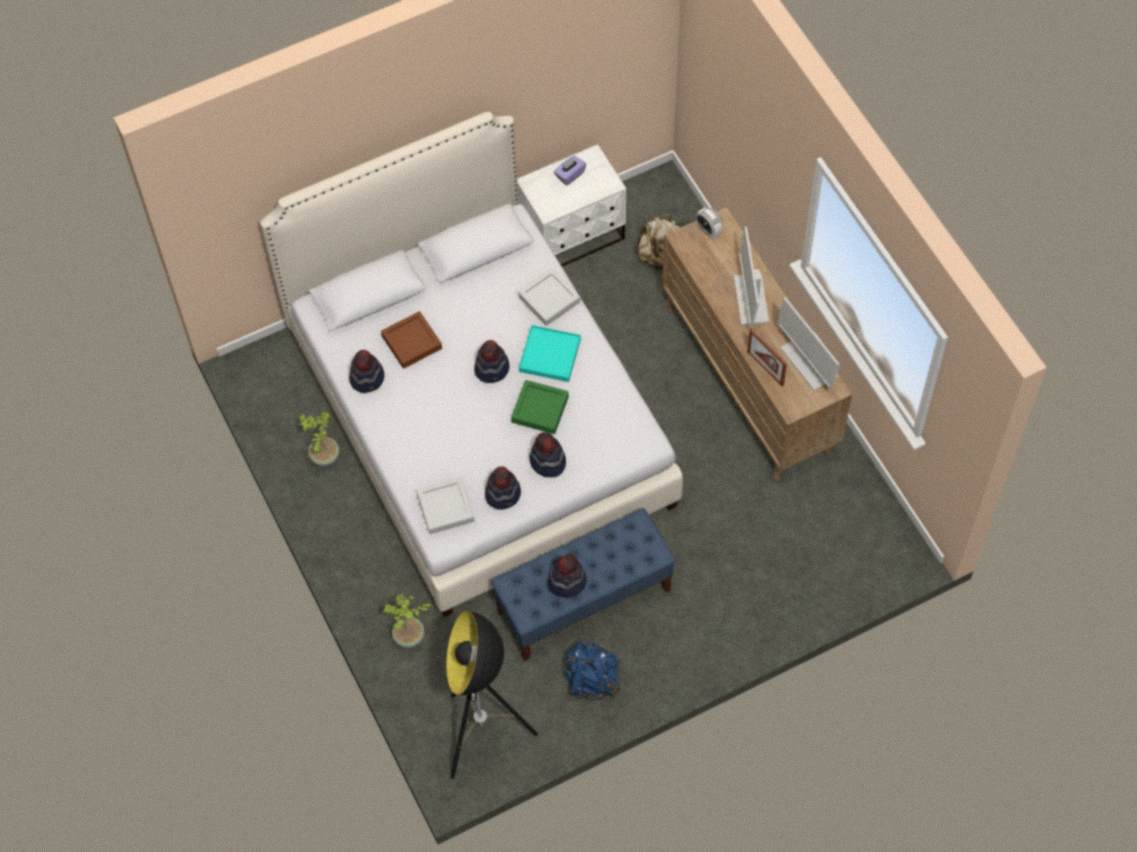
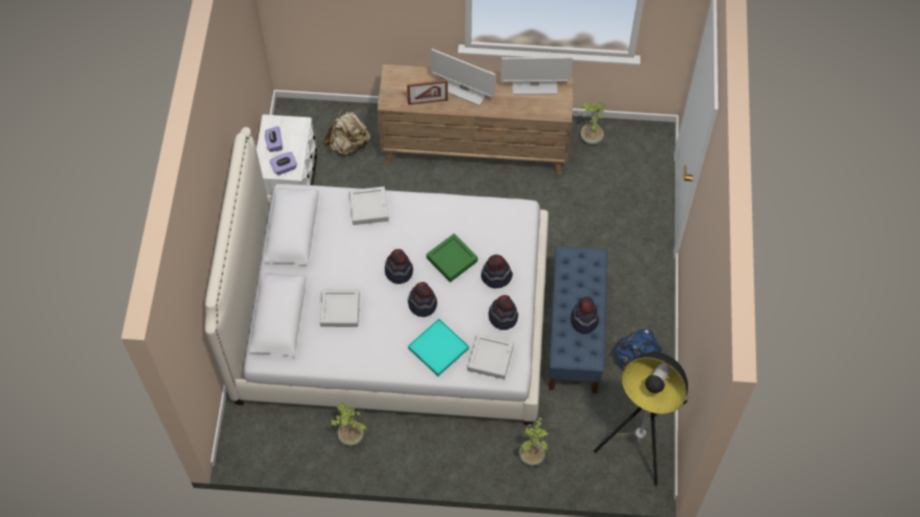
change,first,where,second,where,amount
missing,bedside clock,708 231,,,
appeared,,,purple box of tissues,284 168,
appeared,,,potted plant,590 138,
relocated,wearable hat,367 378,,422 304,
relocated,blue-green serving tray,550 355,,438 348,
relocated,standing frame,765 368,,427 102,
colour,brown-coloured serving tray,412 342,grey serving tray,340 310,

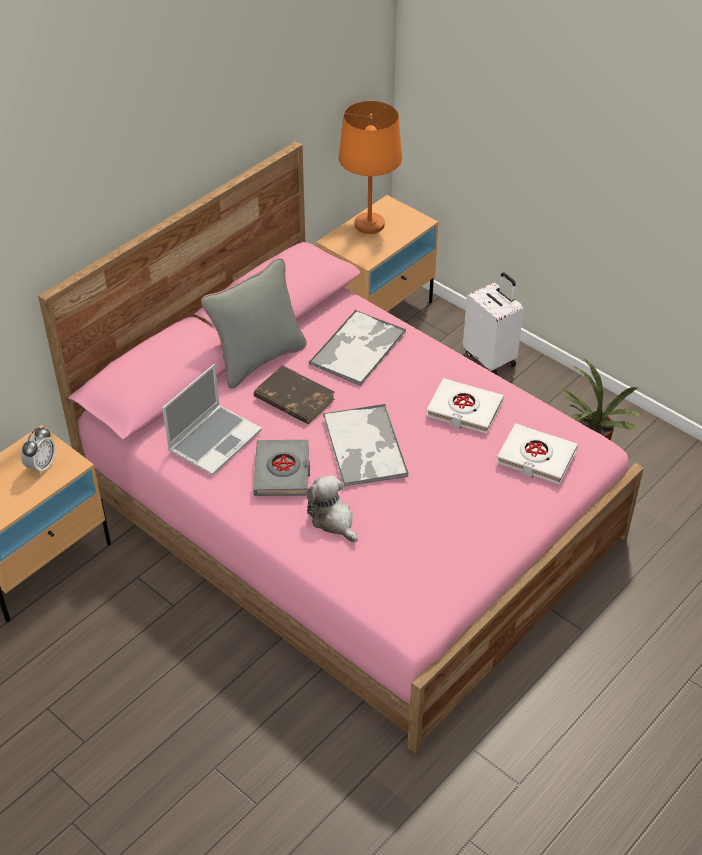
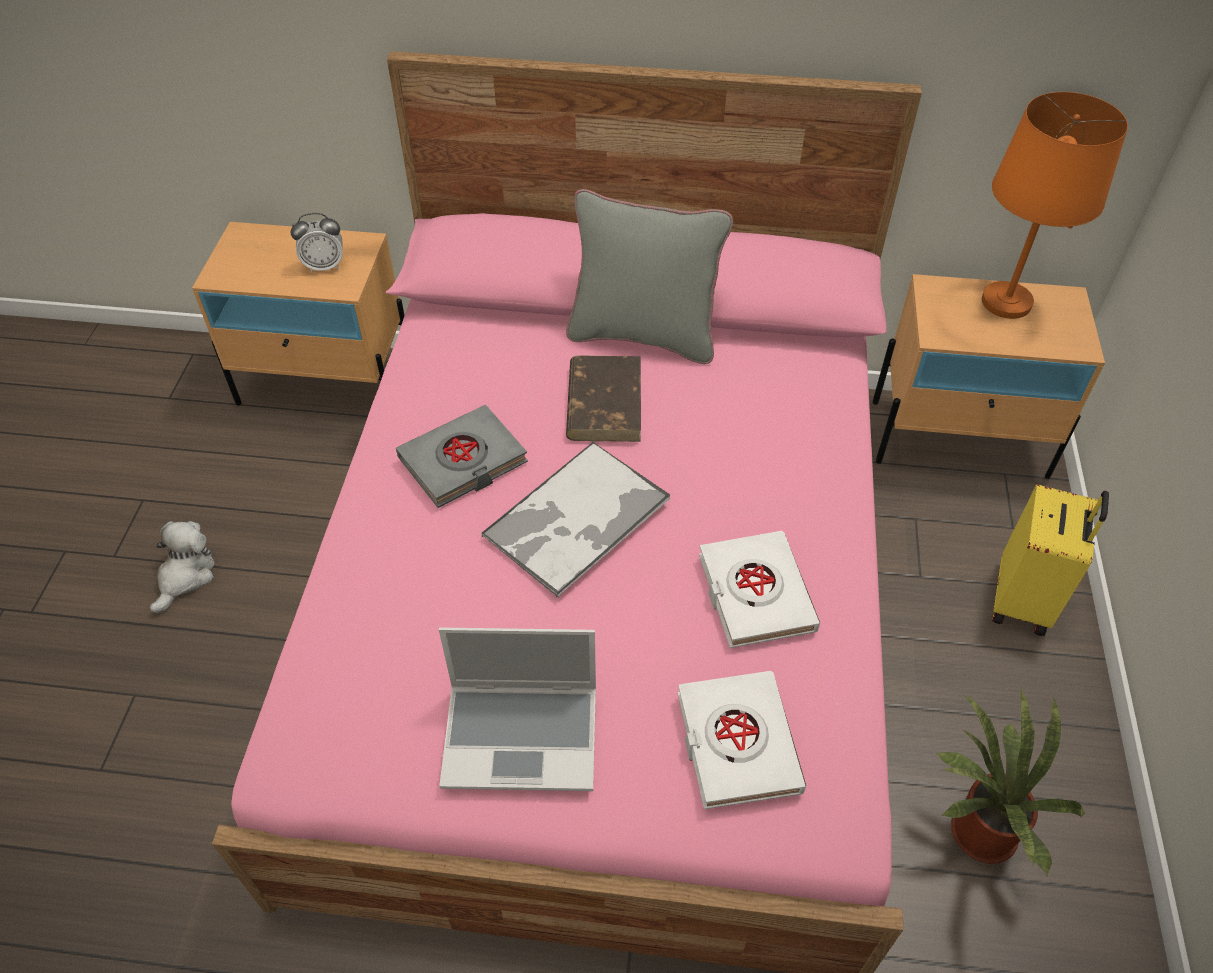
change,first,where,second,where,amount
missing,serving tray,358 348,,,
relocated,notebook computer,214 440,,523 735,
relocated,plush toy,333 520,,185 576,
colour,whitish piece of luggage,490 358,yellow-coloured piece of luggage,1023 600,

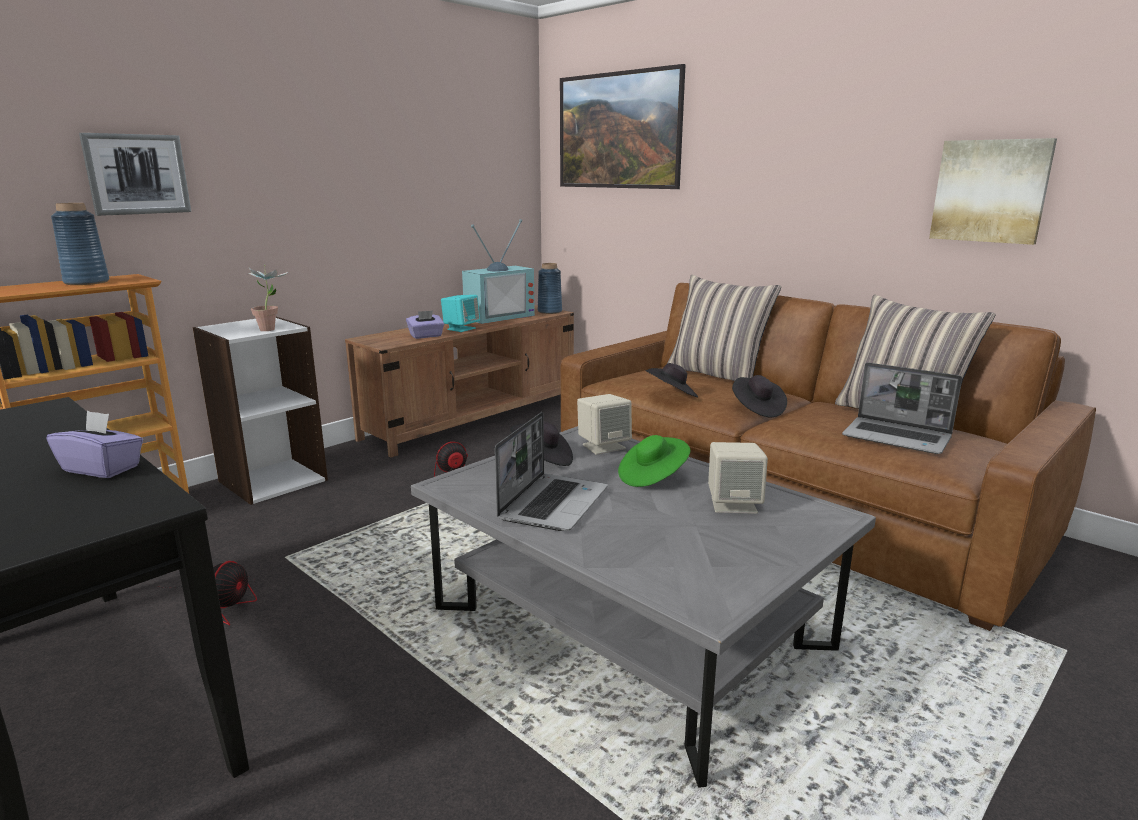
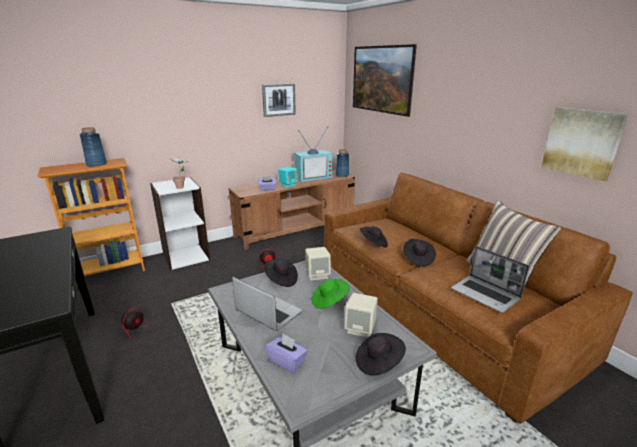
change,first,where,second,where,amount
missing,throw pillow,717 375,,,
appeared,,,black wearable hat,378 362,
relocated,purple box of tissues,102 468,,287 361,
relocated,wall art,137 174,,278 100,
spun,notebook computer,553 503,,267 312,90 degrees counterclockwise

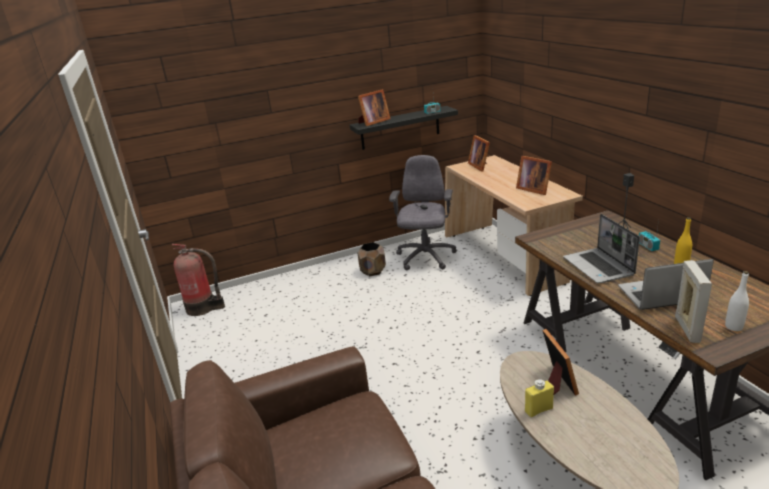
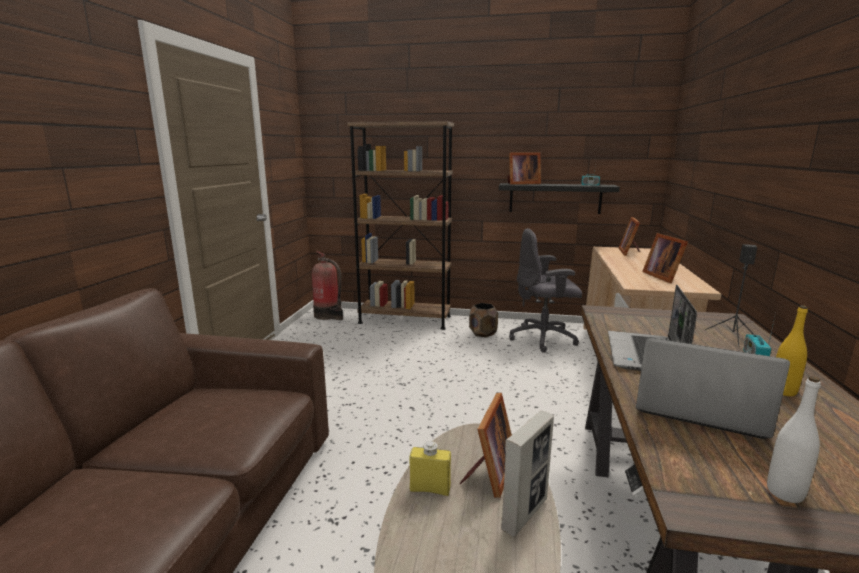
change,first,where,second,where,amount
appeared,,,brown-coloured bookshelf,405 319,
relocated,standing frame,687 329,,524 514,
spun,grey desk chair,425 258,,544 338,135 degrees counterclockwise

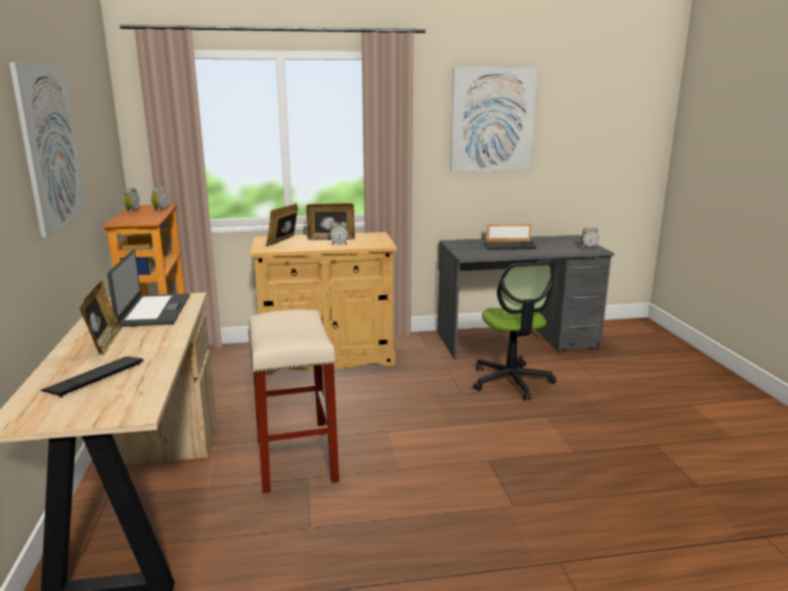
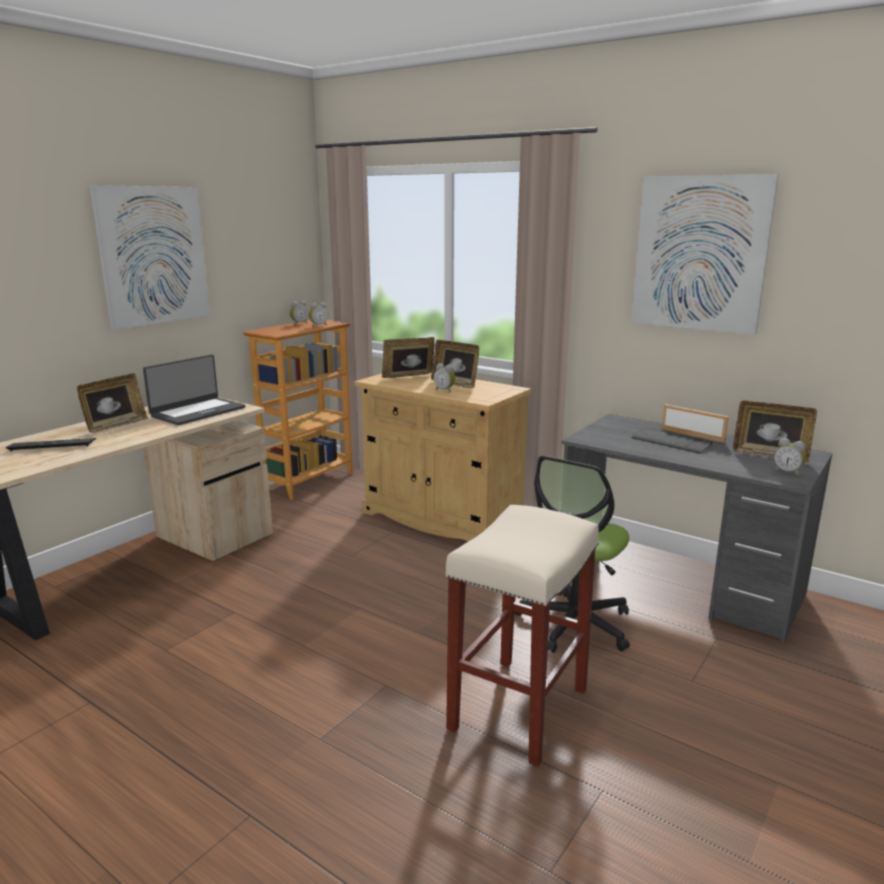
change,first,where,second,where,amount
appeared,,,standing frame,770 455,
relocated,beige stool,297 460,,519 710,

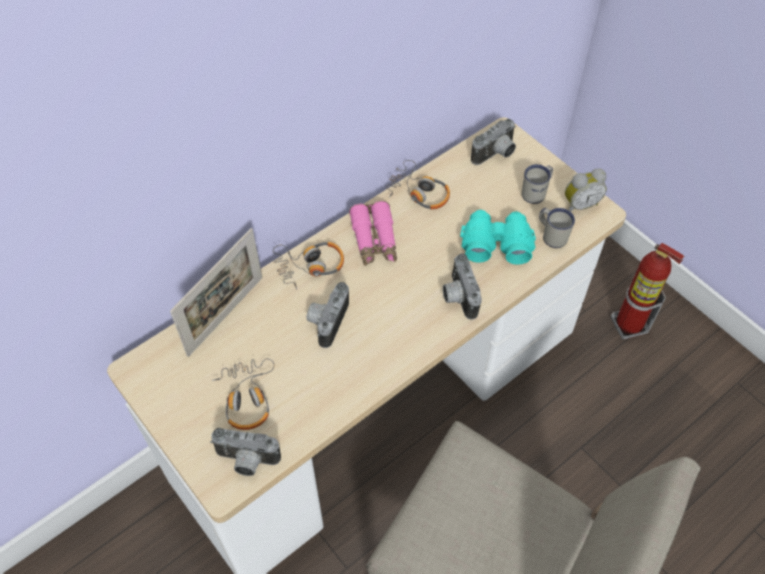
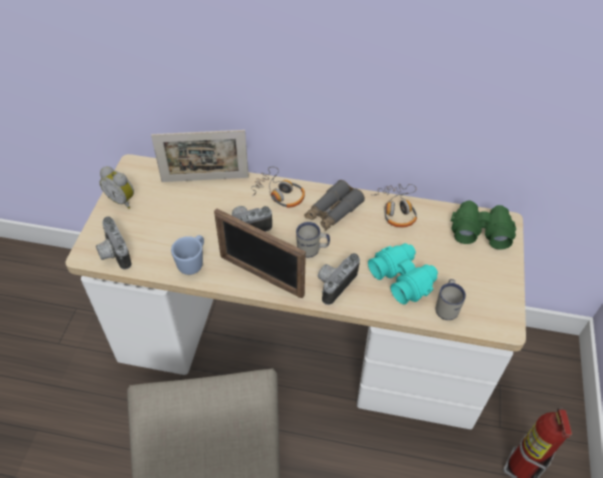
change,first,where,second,where,amount
missing,pair of headphones,247 398,,,
appeared,,,blue-coloured mug,193 262,
appeared,,,standing frame,261 276,
relocated,whitish mug,536 192,,312 250,
relocated,bedside clock,579 204,,122 200,
exchanged,still camera,496 155,greenish binoculars,480 230,
colour,pinkish binoculars,374 240,grey binoculars,333 211,

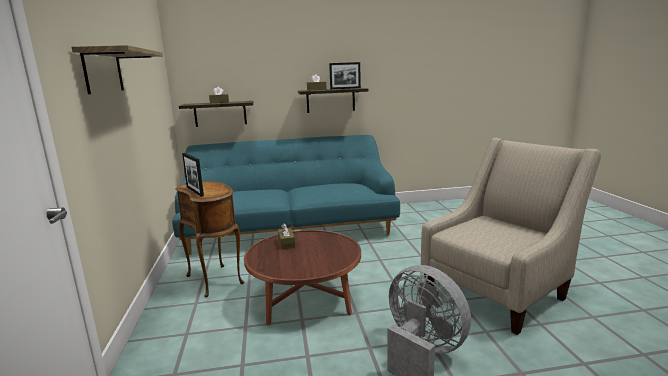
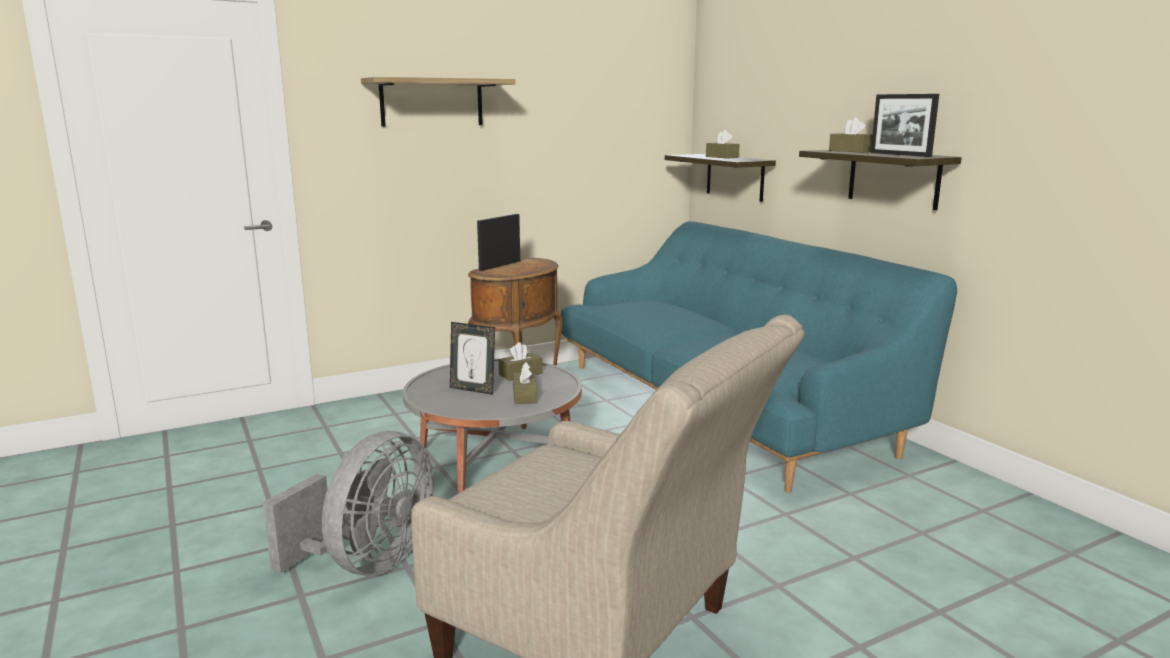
change,first,where,second,where,amount
appeared,,,standing frame,473 389,
appeared,,,brown-coloured box of tissues,525 396,
colour,brown-coloured low table,305 298,grey low table,495 458,

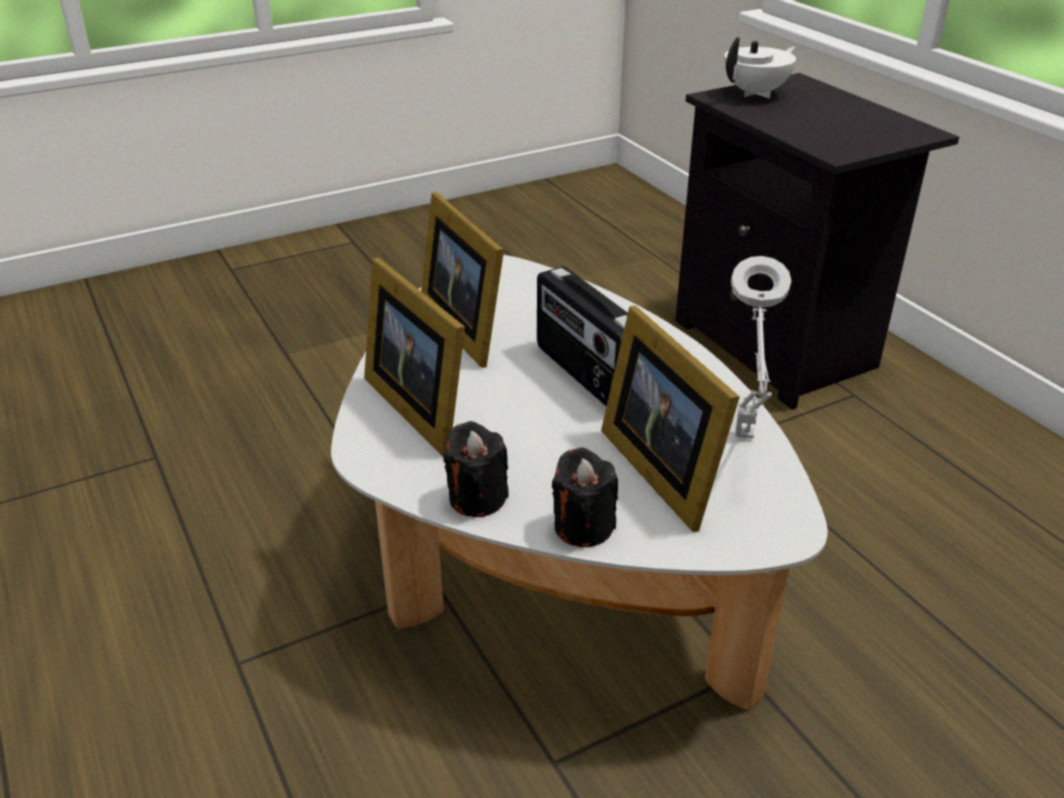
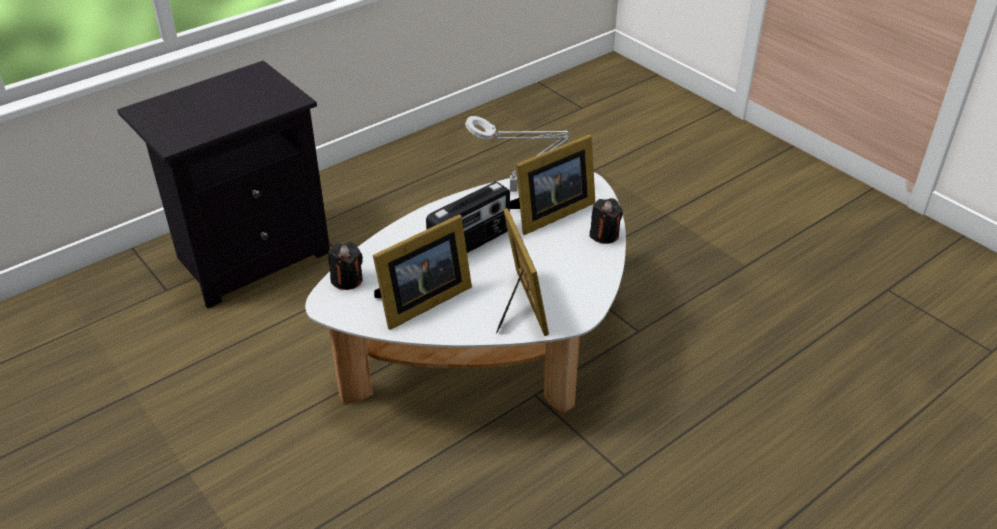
change,first,where,second,where,amount
missing,whitish teapot,756 93,,,
relocated,black wax candle,477 498,,347 280,
spun,standing frame,420 406,,520 306,60 degrees counterclockwise

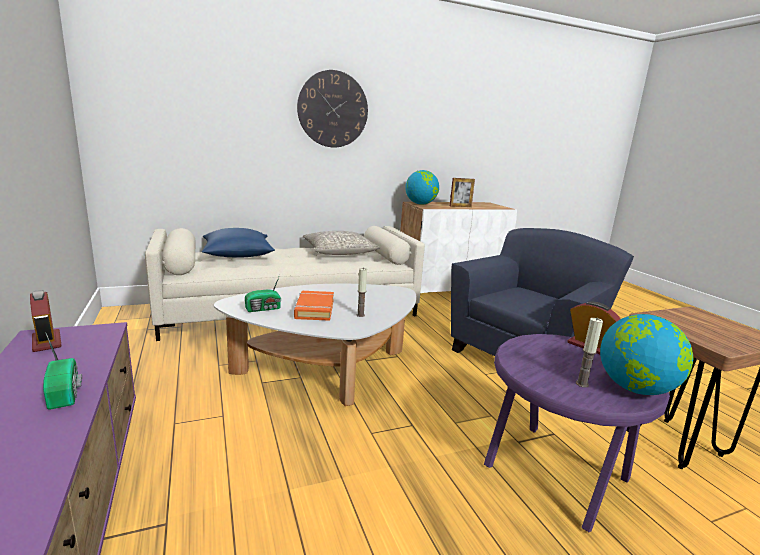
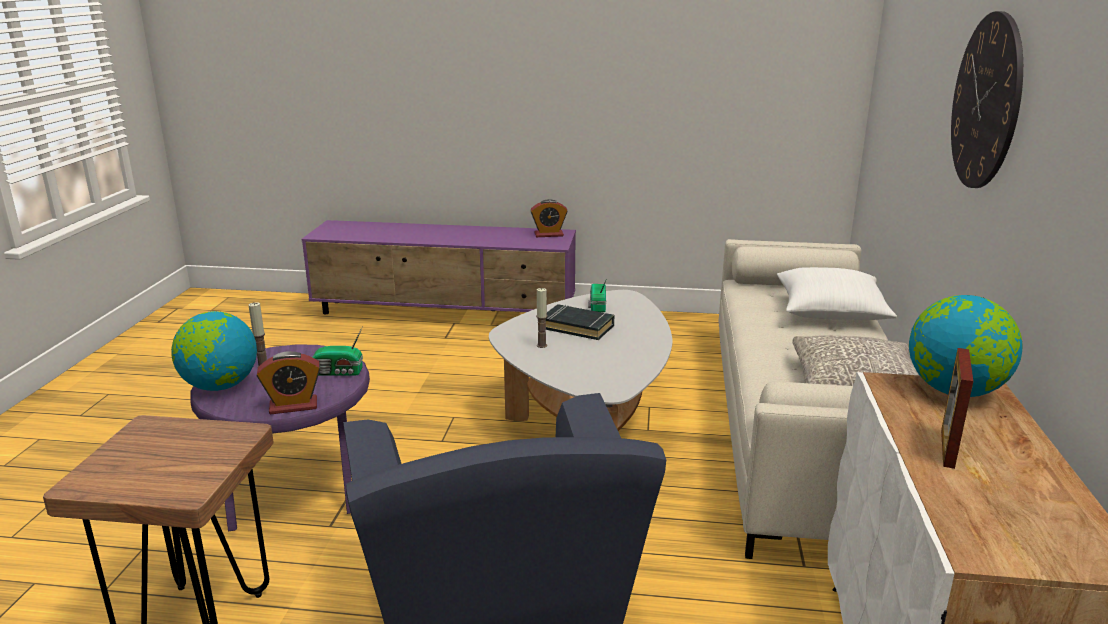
change,first,where,second,where,amount
relocated,radio,66 392,,339 372,
colour,blue-coloured throw pillow,237 255,whitish throw pillow,830 312,
colour,orange bound book,314 309,black bound book,577 327,

